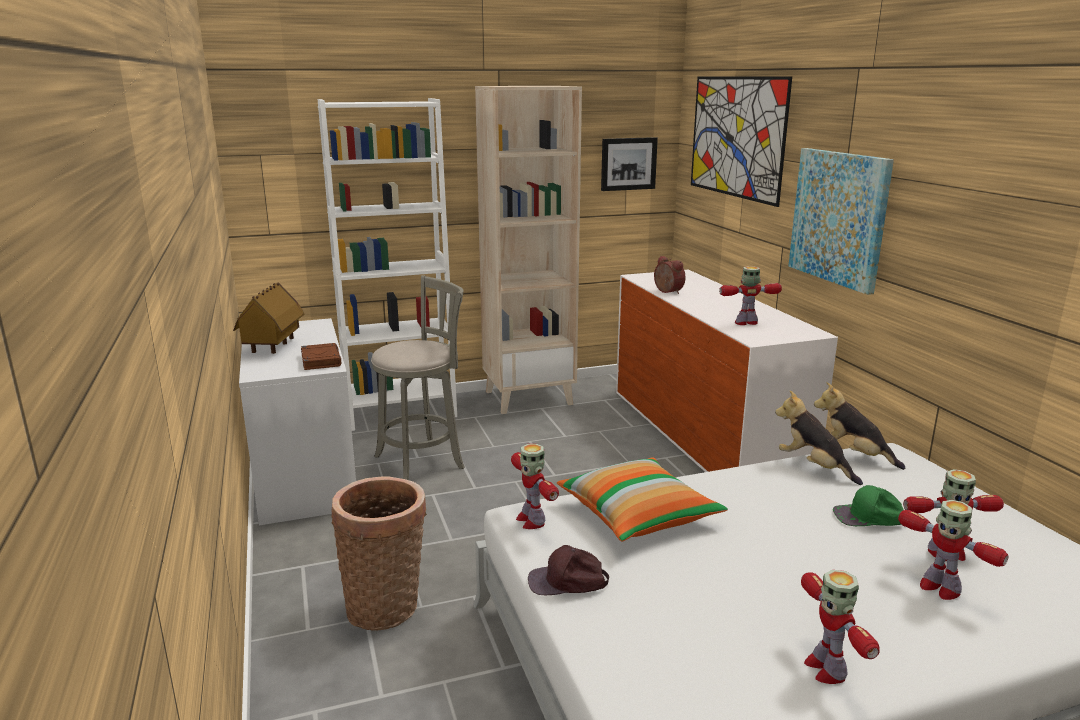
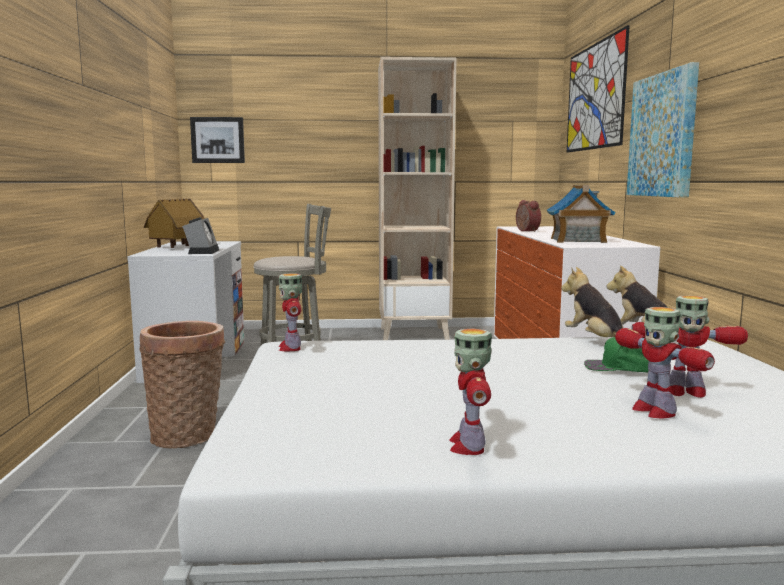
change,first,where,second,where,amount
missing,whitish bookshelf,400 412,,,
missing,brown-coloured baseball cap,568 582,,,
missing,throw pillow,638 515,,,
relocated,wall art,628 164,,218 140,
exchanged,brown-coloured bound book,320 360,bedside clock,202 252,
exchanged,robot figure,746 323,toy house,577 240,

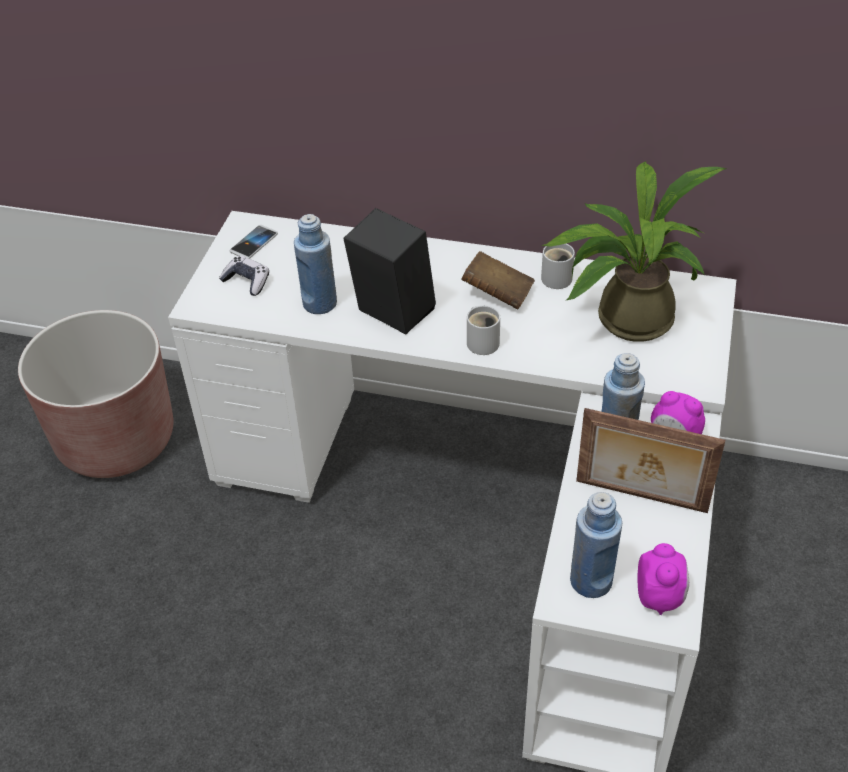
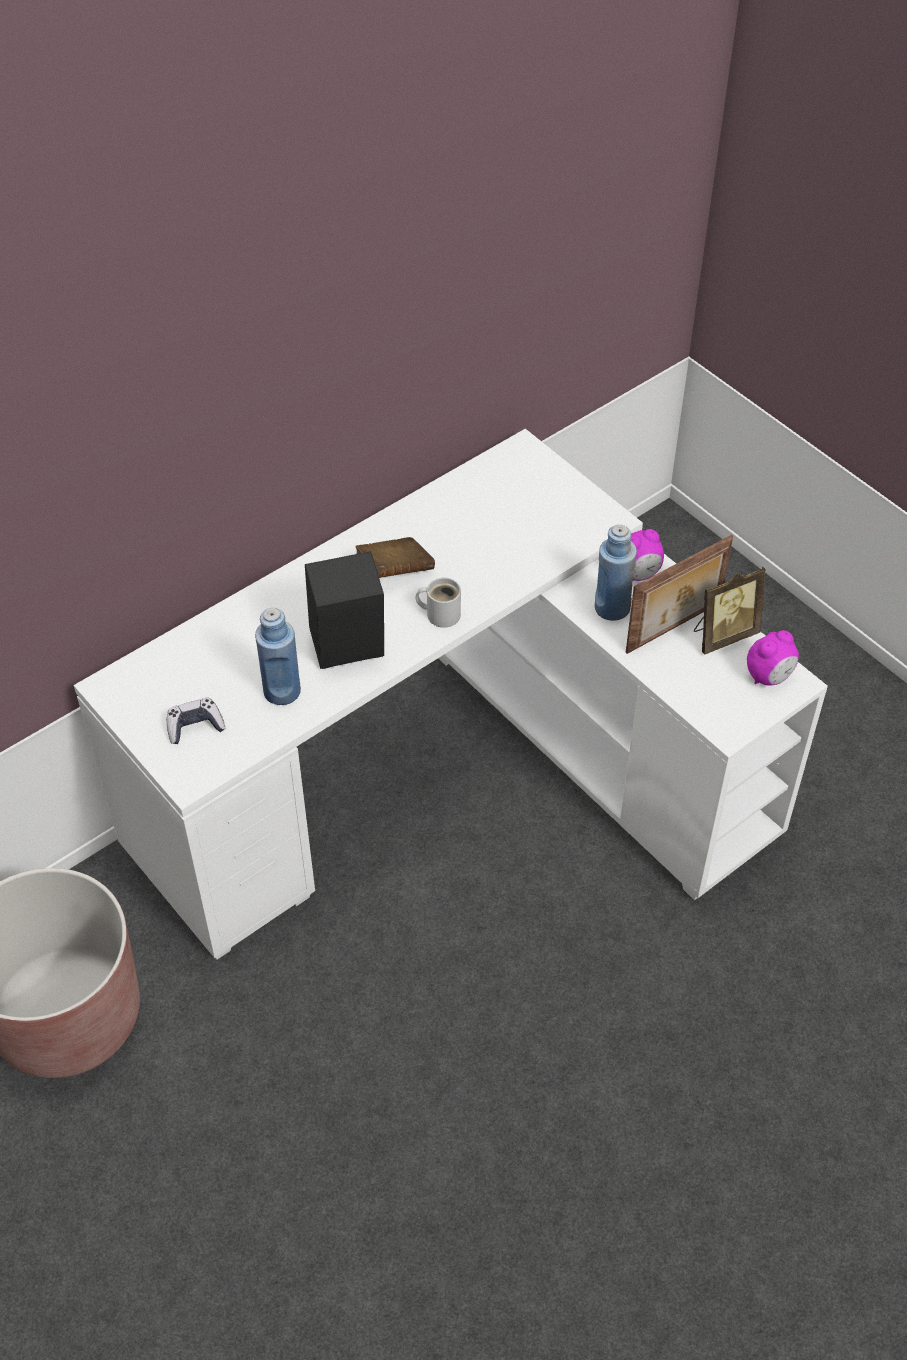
change,first,where,second,where,amount
missing,phone,254 243,,,
missing,potted plant,625 319,,,
missing,whitish mug,558 277,,,
missing,blue-coloured drink bottle,591 581,,,
appeared,,,standing frame,723 635,
spun,bedside clock,659 597,,769 676,105 degrees clockwise

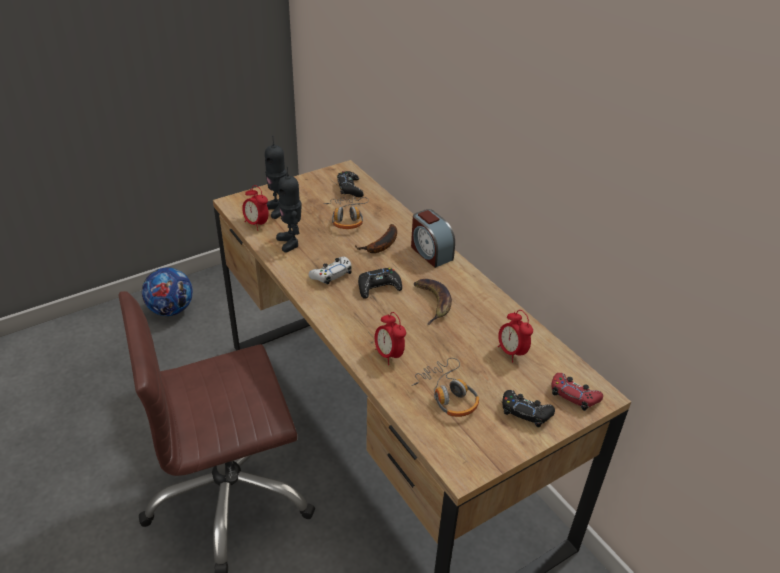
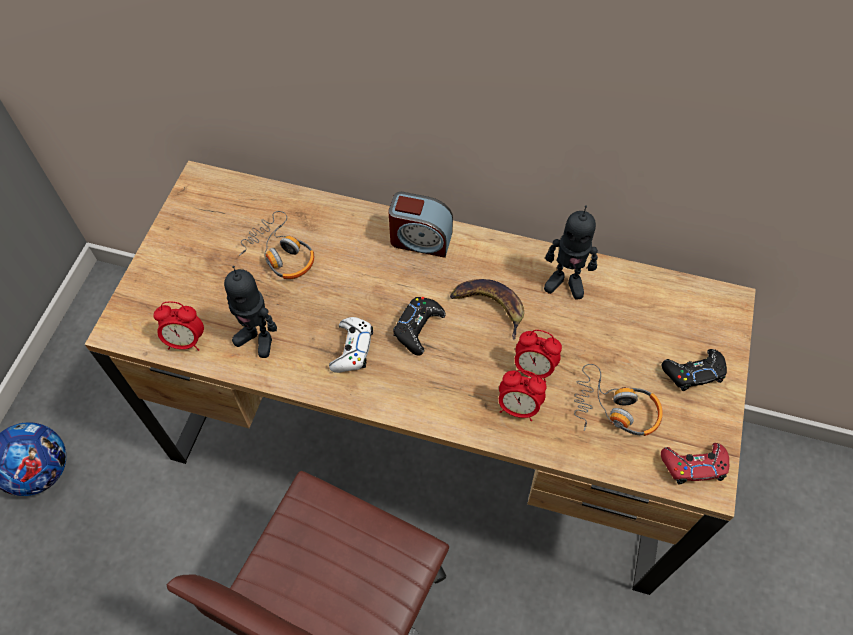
change,first,where,second,where,amount
missing,black gamepad,350 188,,,
missing,banana fruit,381 245,,,
relocated,robot figure,277 210,,565 282,
relocated,bedside clock,511 352,,533 369,
relocated,red-coloured gamepad,574 395,,693 465,

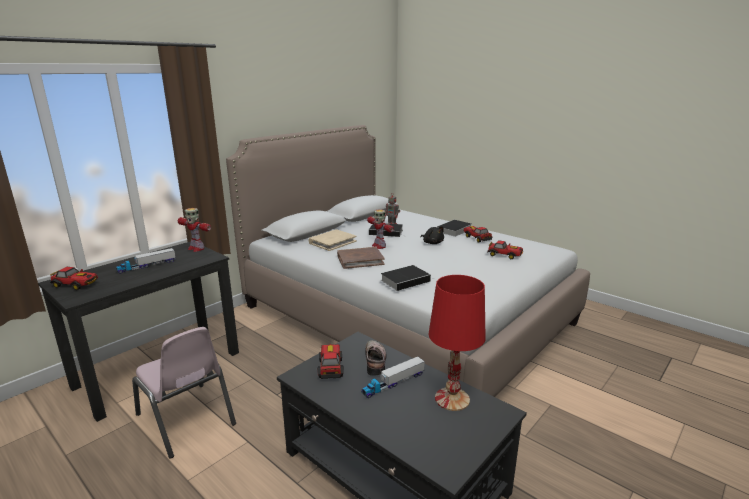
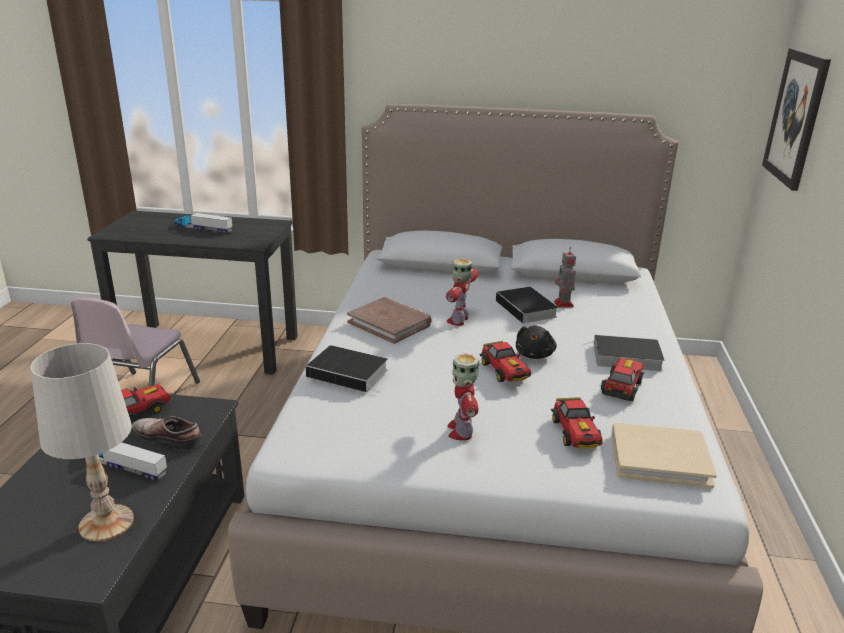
change,first,where,second,where,amount
appeared,,,wall art,796 117,
relocated,miniature car,76 285,,505 372,
relocated,robot figure,196 248,,461 430,
relocated,beige bound book,332 242,,659 458,
colour,red-coloured table lamp,451 399,whitish table lamp,107 522,
spun,shoe,376 361,,169 437,120 degrees counterclockwise

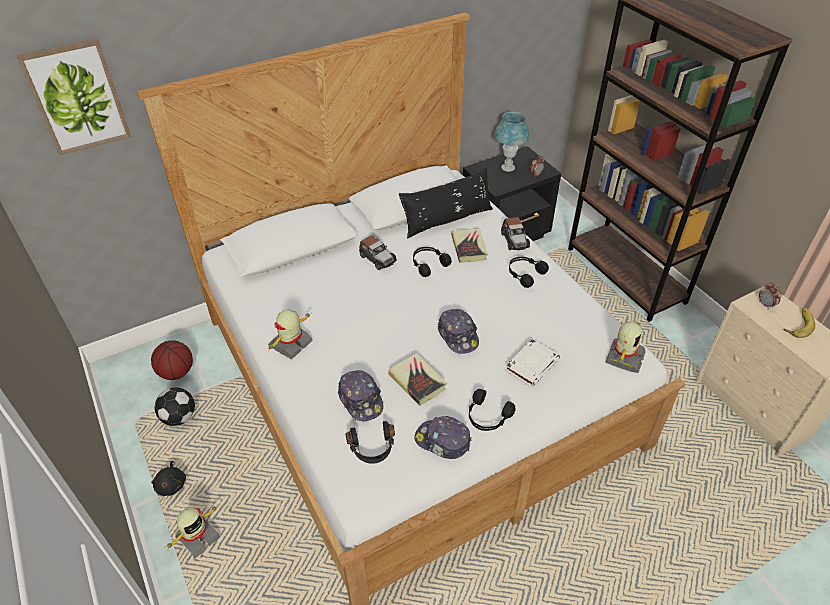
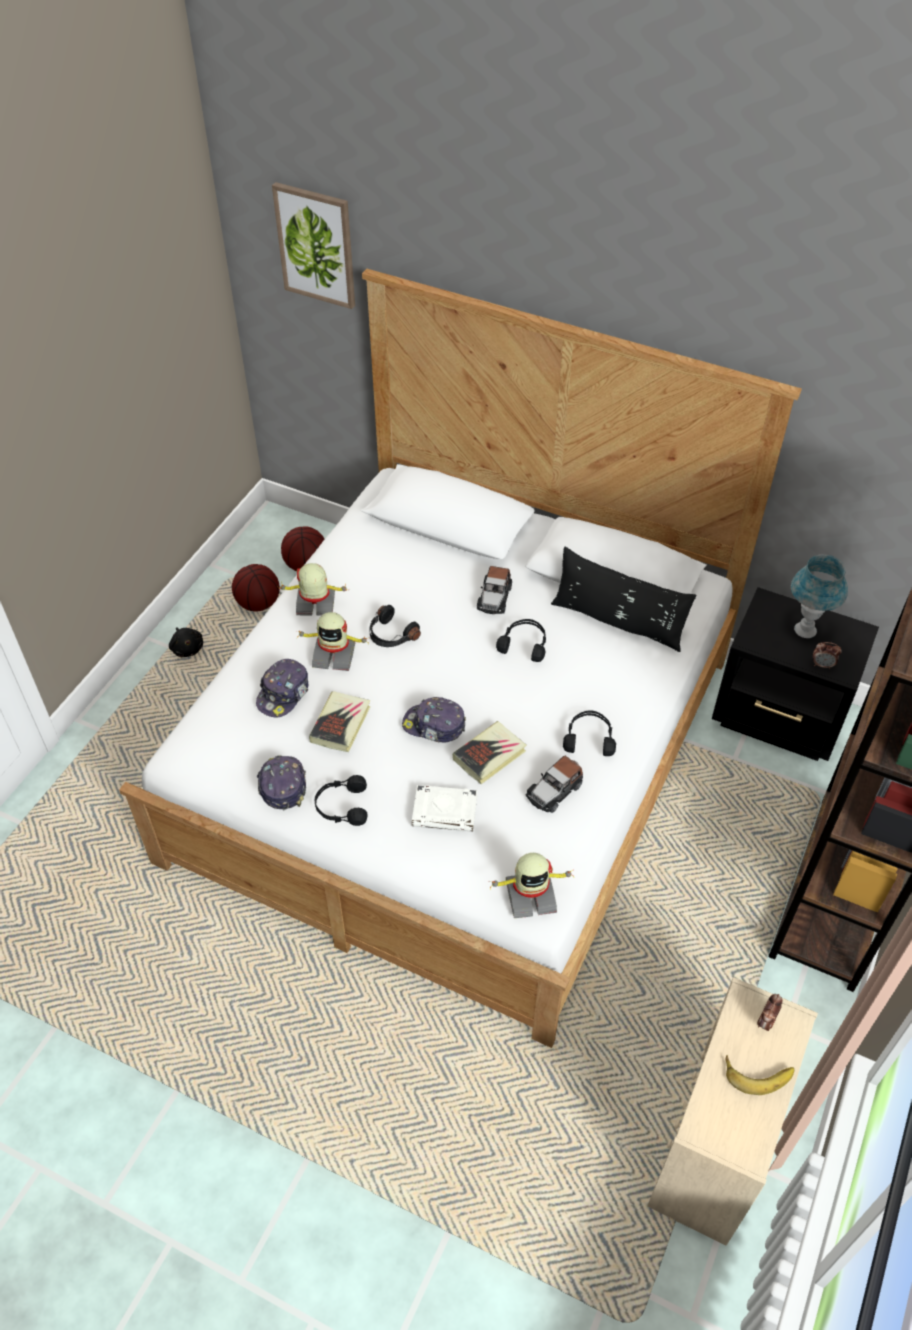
change,first,where,second,where,amount
relocated,robot figure,197 537,,334 654,
relocated,black pair of headphones,372 448,,391 635,
relocated,bound book,469 248,,489 755,
relocated,miniature car,514 240,,554 790,
exchanged,ball for football,179 418,ball for basketball,258 604,
spun,black plush toy,172 484,,187 648,75 degrees counterclockwise
spun,baseball cap,458 336,,434 726,75 degrees clockwise

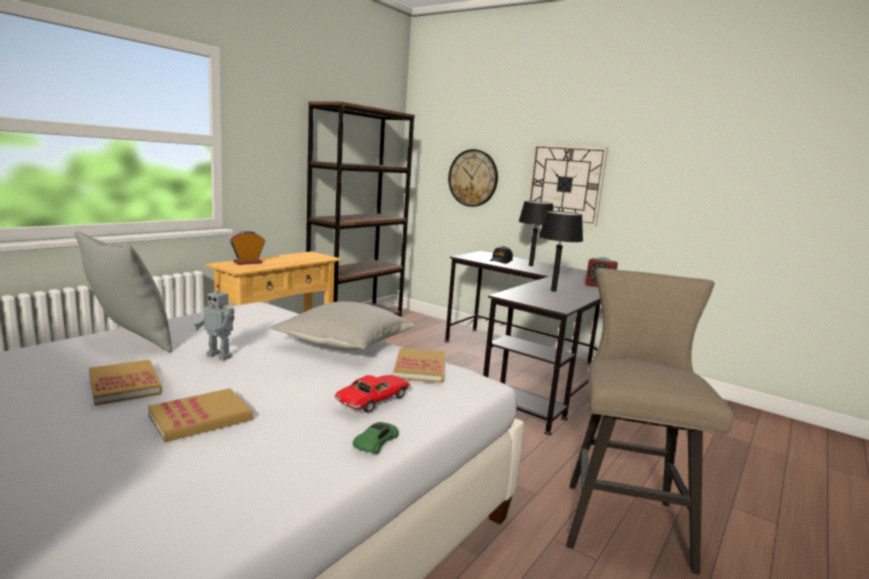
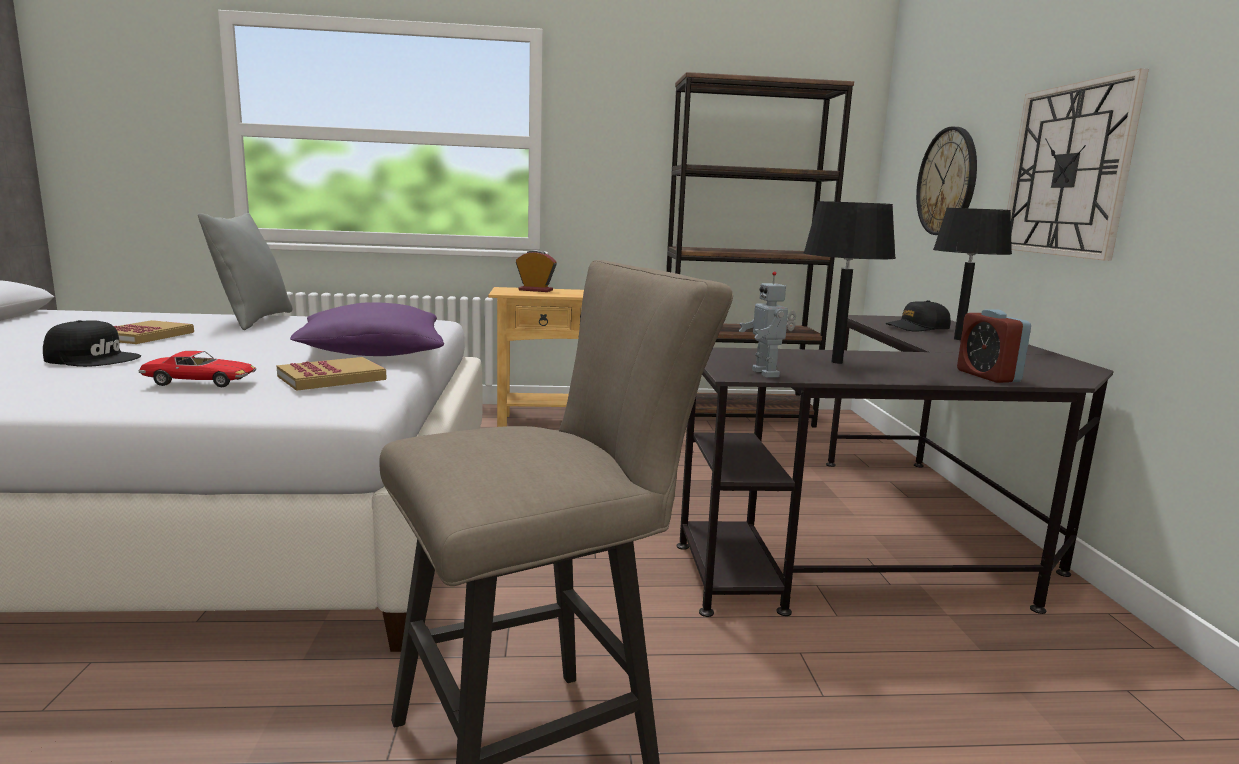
change,first,where,second,where,amount
missing,greenish miniature car,376 441,,,
relocated,robot figure,220 356,,767 374,
exchanged,bound book,200 418,black baseball cap,94 358,
colour,grey throw pillow,345 343,purple throw pillow,372 353,

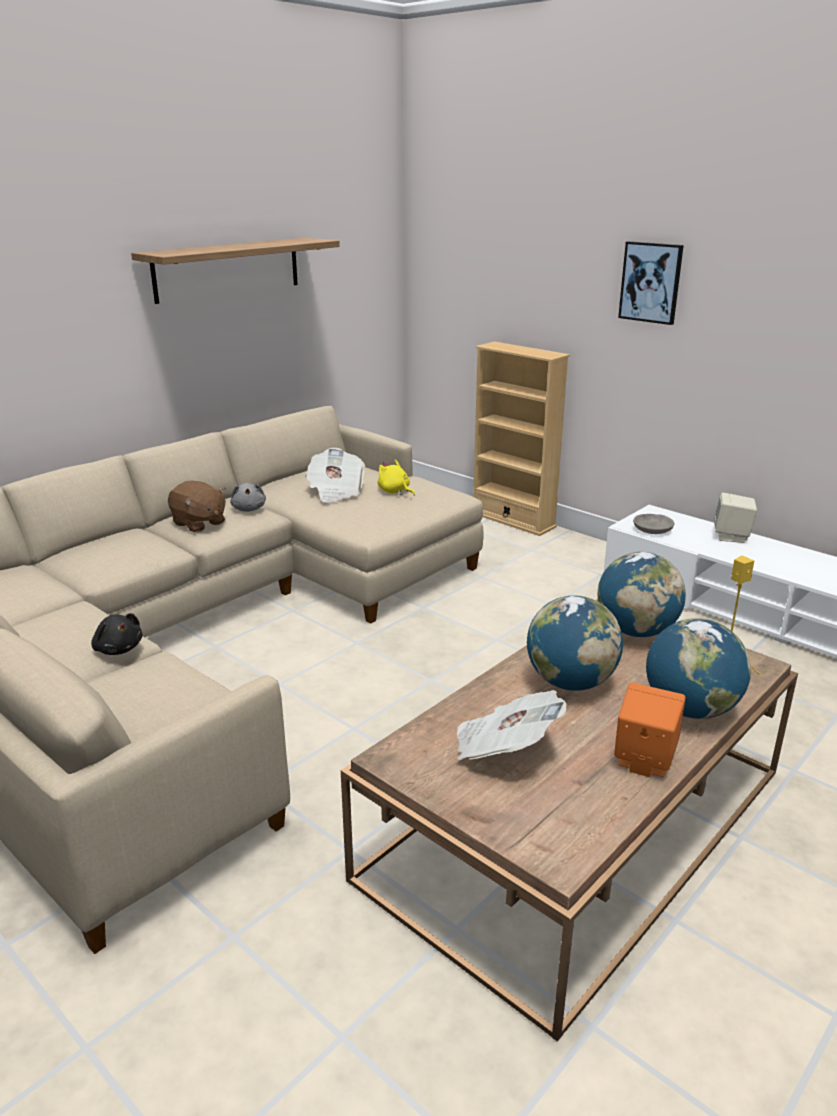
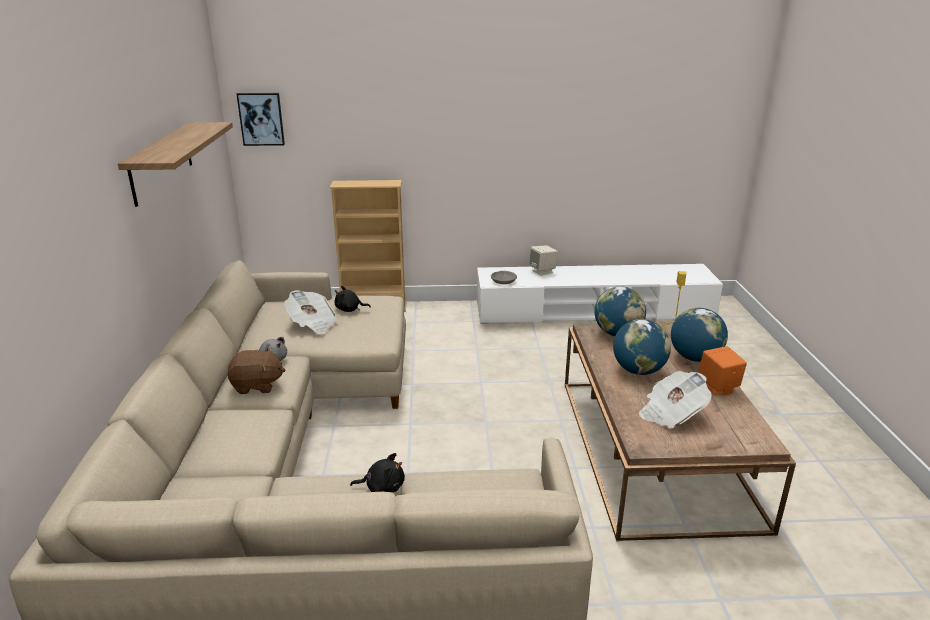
change,first,where,second,where,amount
relocated,wall art,651 282,,261 119,
colour,yellow-coloured plush toy,395 491,black plush toy,349 309,

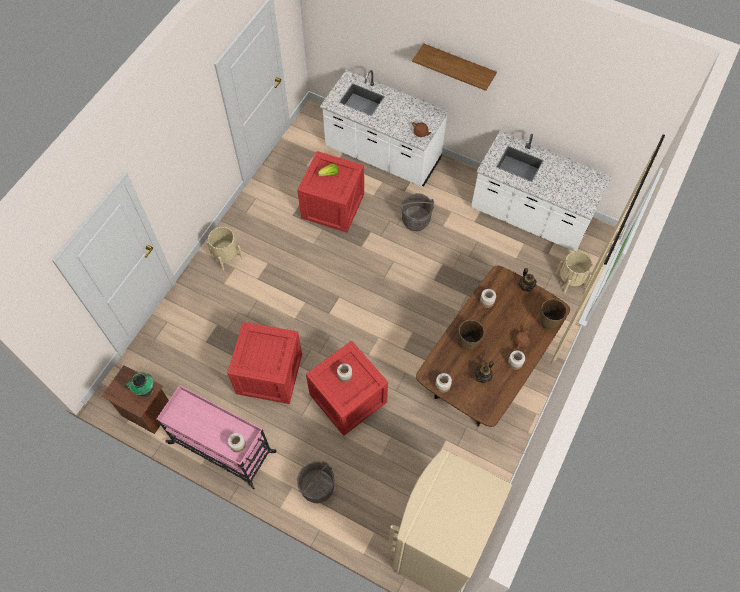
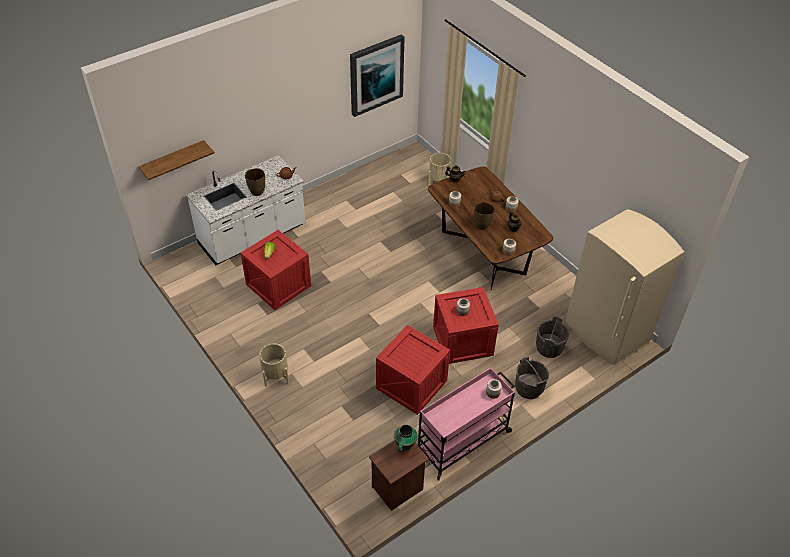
change,first,where,second,where,amount
missing,whitish counter,530 217,,,
appeared,,,wall art,376 75,
relocated,grey bucket,415 220,,549 347,
relocated,bracket shelf,458 65,,173 160,
relocated,brown-coloured vase,548 322,,257 192,

